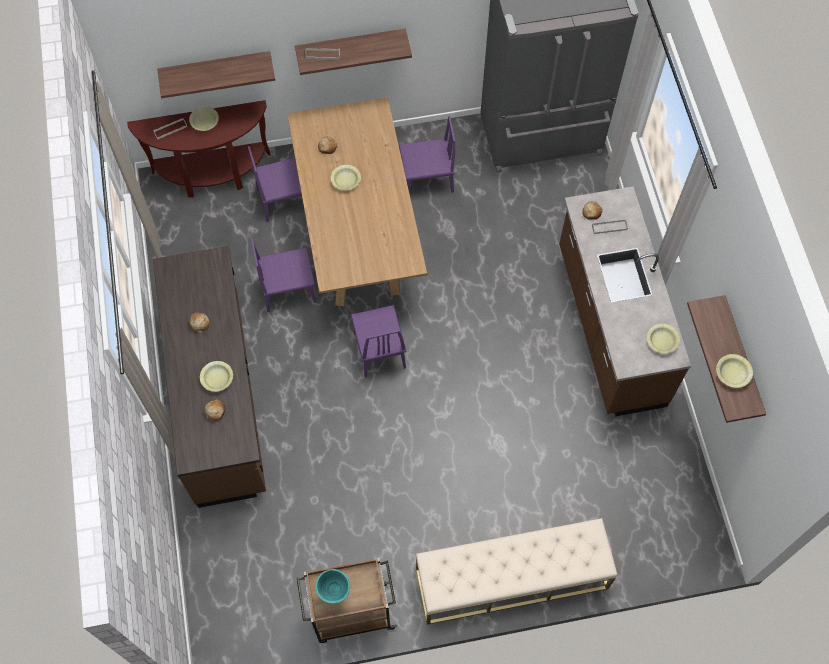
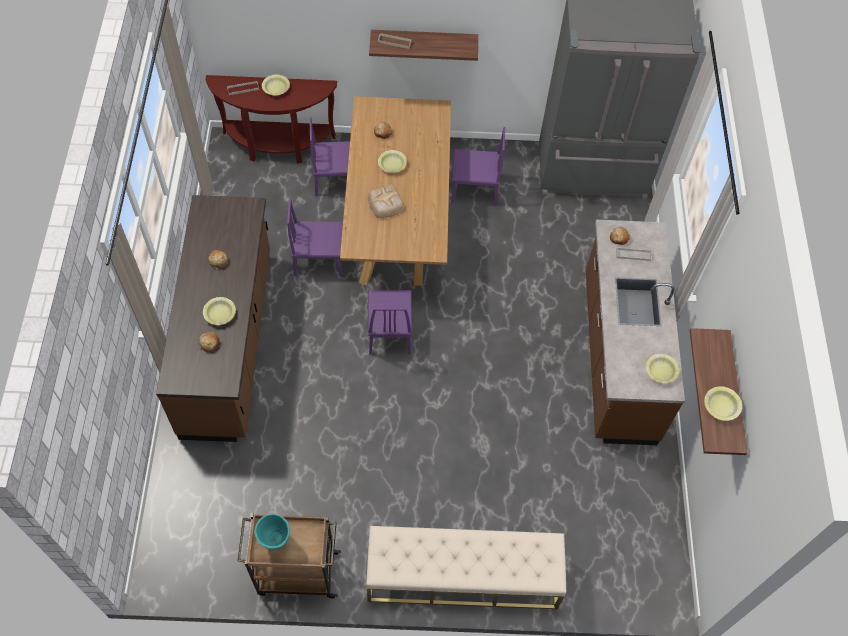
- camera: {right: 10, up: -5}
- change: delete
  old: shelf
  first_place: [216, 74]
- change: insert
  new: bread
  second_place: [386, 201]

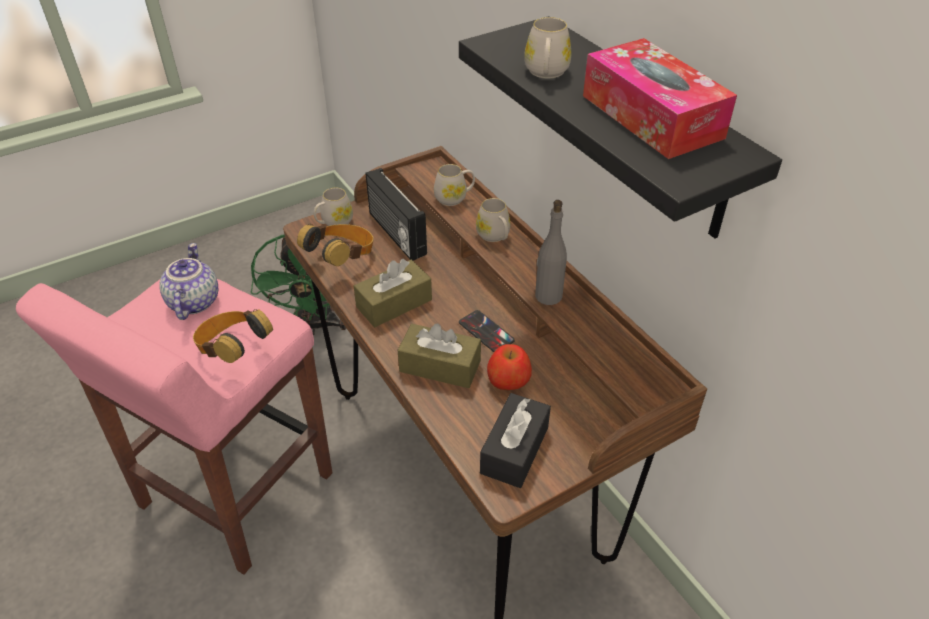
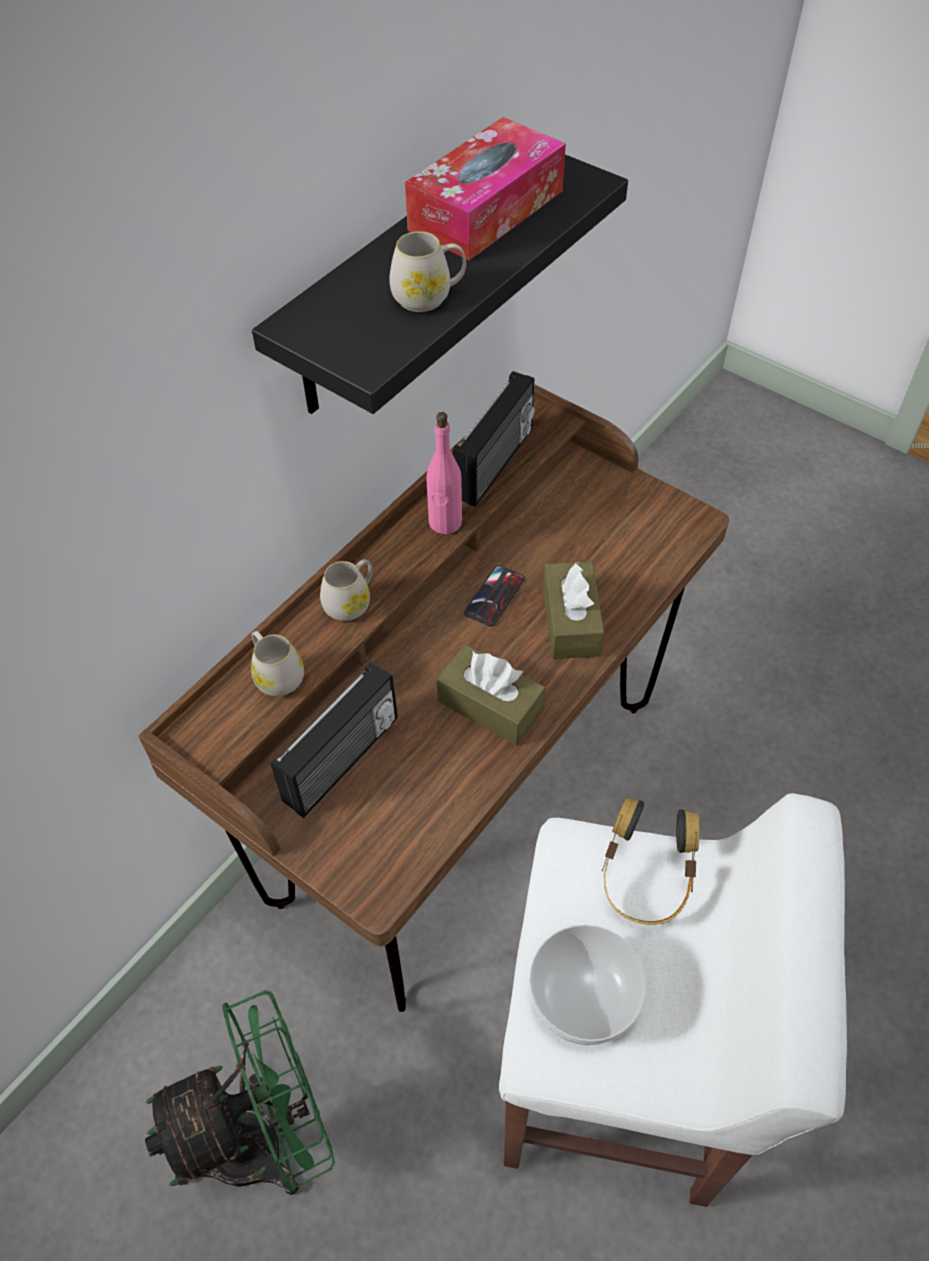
- camera: {right: -110, up: 10}
- change: delete
  old: white mug
  first_place: [333, 207]
- change: recolor
  old: grey bottle
  new: pink bottle
  first_place: [551, 252]
  second_place: [444, 473]
- change: delete
  old: headphones
  first_place: [335, 245]
- change: replace
  old: teapot
  new: bowl
  first_place: [188, 281]
  second_place: [588, 985]
- change: recolor
  old: pink stool
  new: white stool
  first_place: [174, 427]
  second_place: [673, 1000]
- change: delete
  old: apple
  first_place: [509, 367]
- change: delete
  old: black tissue box
  first_place: [515, 440]
- change: insert
  new: radio
  second_place: [494, 439]

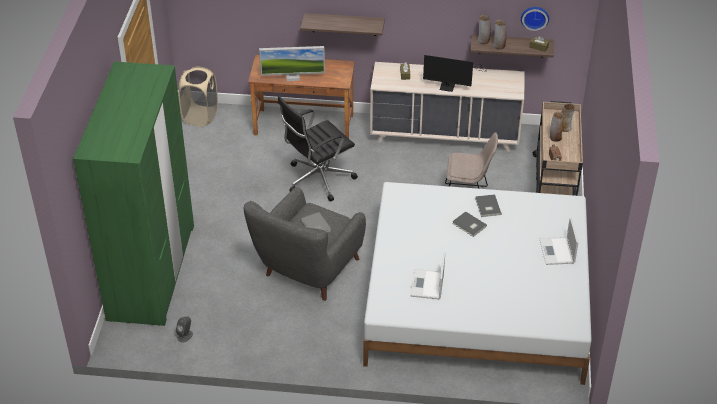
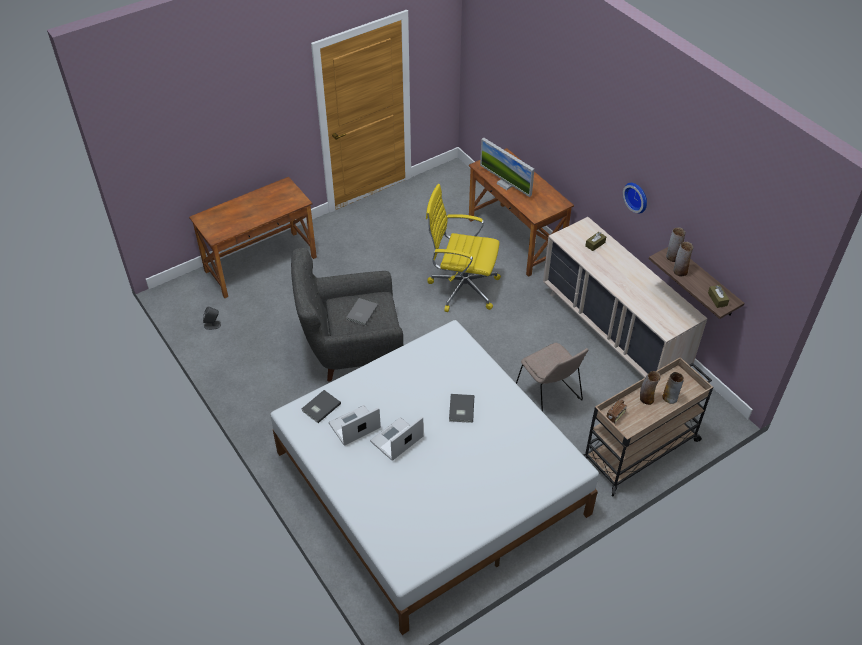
- camera: {right: 50, up: 5}
- change: move
  old: wall clock
  first_place: [535, 19]
  second_place: [635, 198]
- change: delete
  old: shelf
  first_place: [342, 24]
- change: delete
  old: monitor
  first_place: [455, 73]
- change: replace
  old: green wardrobe
  new: brown desk
  first_place: [133, 194]
  second_place: [253, 237]
- change: delete
  old: beige laundry basket
  first_place: [198, 96]
- change: recolor
  old: black office chair
  new: yellow office chair
  first_place: [318, 148]
  second_place: [463, 248]
- change: move
  old: grey book
  first_place: [488, 205]
  second_place: [321, 406]
- change: move
  old: laptop
  first_place: [559, 241]
  second_place: [396, 438]

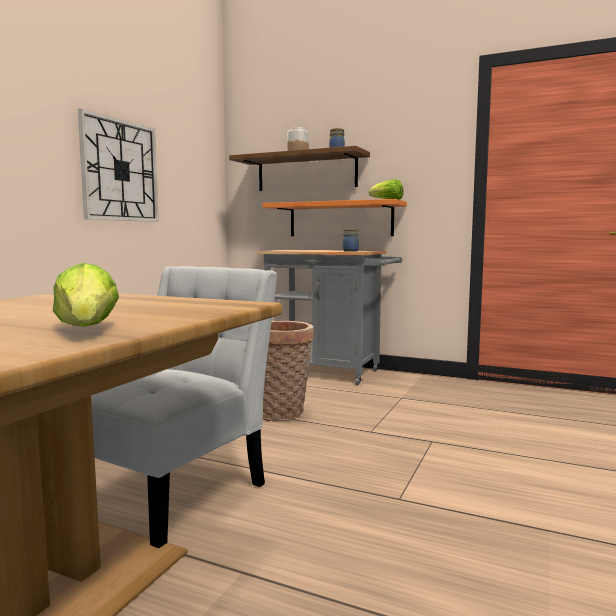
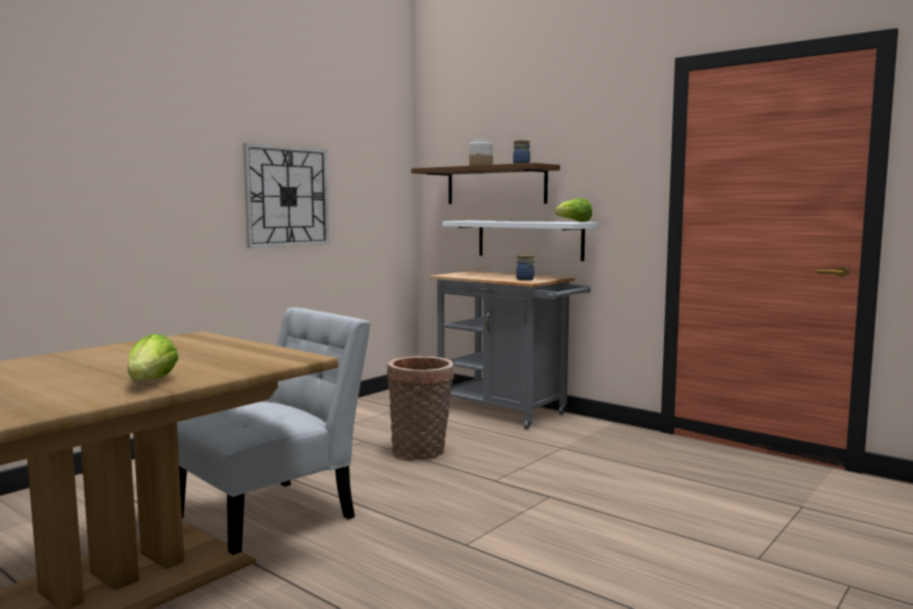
- camera: {right: 15, up: 0}
- change: recolor
  old: orange shelf
  new: white shelf
  first_place: [334, 217]
  second_place: [520, 241]

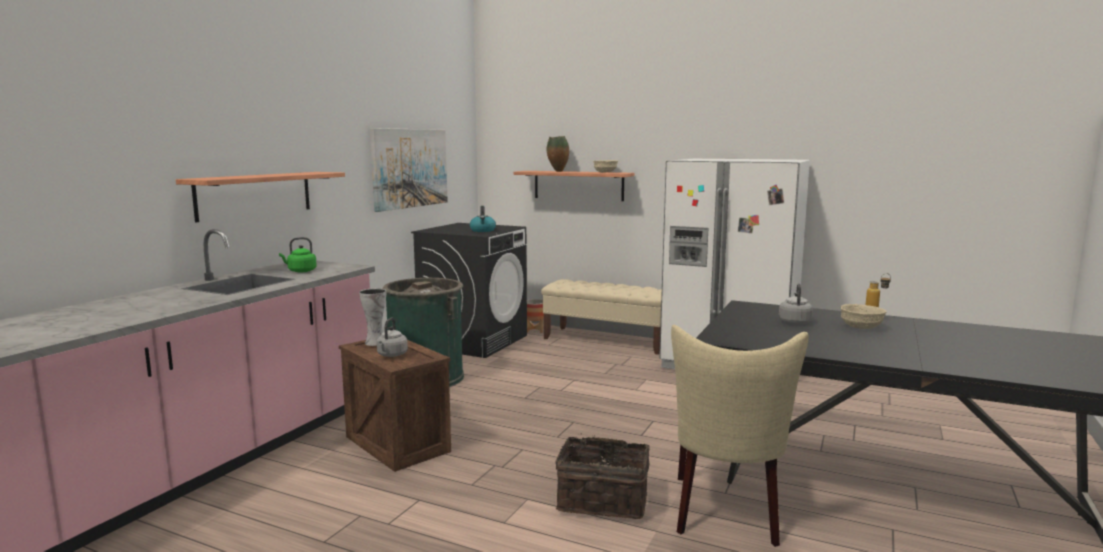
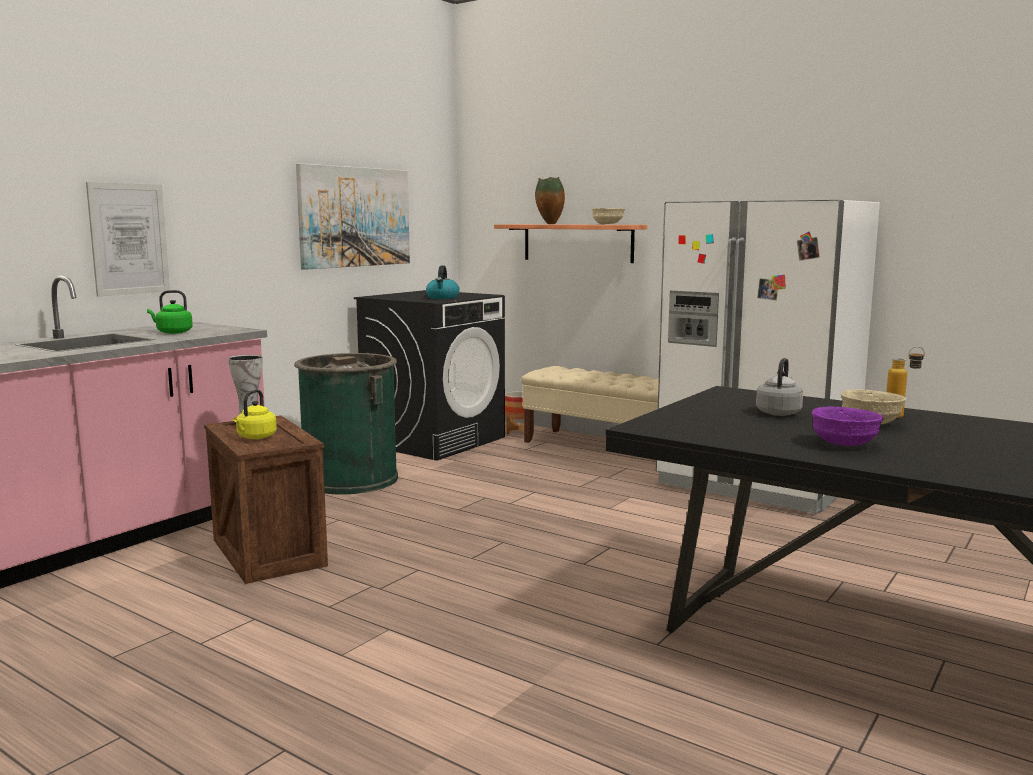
- camera: {right: 10, up: 0}
- change: replace
  old: shelf
  new: picture
  first_place: [260, 197]
  second_place: [128, 239]
- change: recolor
  old: grey kettle
  new: yellow kettle
  first_place: [392, 337]
  second_place: [255, 414]
- change: delete
  old: beige chair
  first_place: [740, 436]
- change: delete
  old: basket
  first_place: [602, 476]
- change: insert
  new: purple bowl
  second_place: [848, 426]

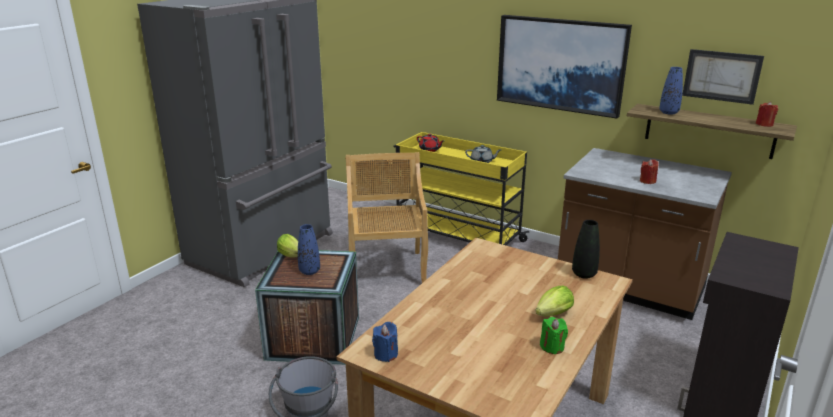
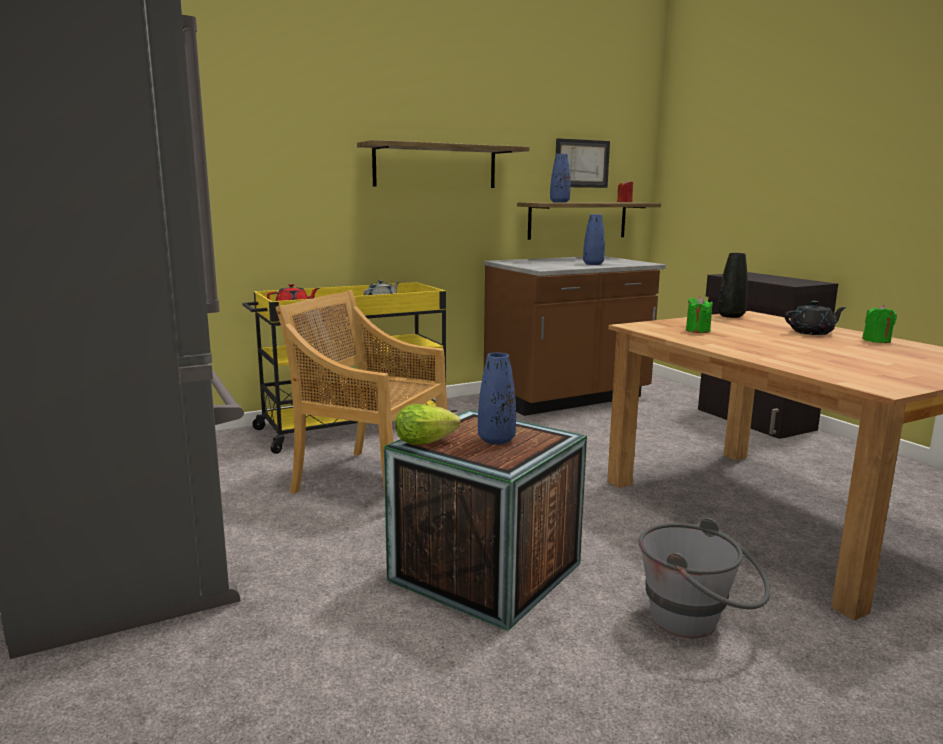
- camera: {right: -60, up: -10}
- change: replace
  old: picture
  new: shelf
  first_place: [564, 67]
  second_place: [443, 164]
- change: replace
  old: red candle
  new: blue vase
  first_place: [649, 171]
  second_place: [594, 239]
- change: replace
  old: lettuce
  new: black teapot
  first_place: [554, 301]
  second_place: [816, 318]
- change: delete
  old: blue candle
  first_place: [385, 342]
- change: insert
  new: green candle
  second_place: [699, 314]

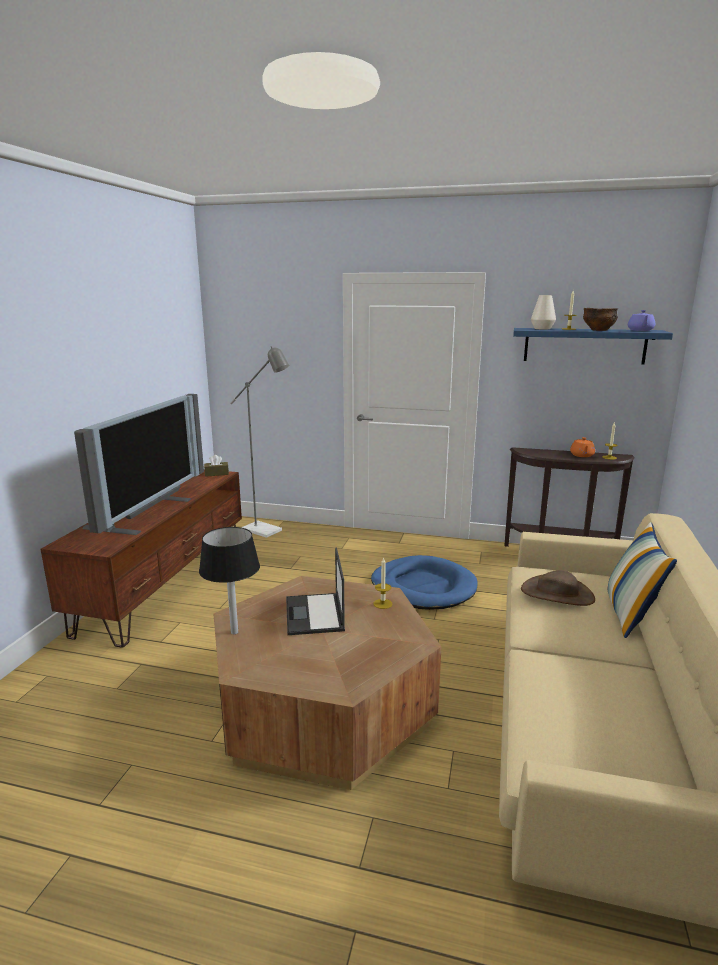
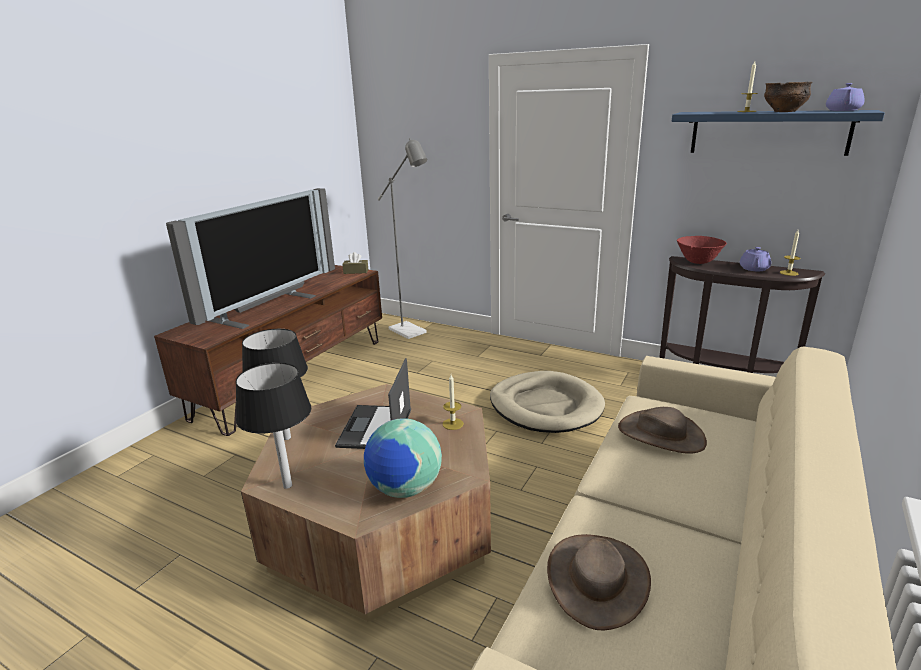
- camera: {right: 15, up: 5}
- change: delete
  old: white vase
  first_place: [543, 312]
- change: recolor
  old: orange teapot
  new: purple teapot
  first_place: [582, 447]
  second_place: [755, 259]
- change: delete
  old: pillow
  first_place: [642, 580]
- change: recolor
  old: blue dog bed
  new: beige dog bed
  first_place: [424, 582]
  second_place: [547, 402]
- change: insert
  new: red bowl
  second_place: [702, 250]
- change: insert
  new: black table lamp
  second_place: [274, 426]
- change: insert
  new: globe
  second_place: [403, 458]
- change: insert
  new: brown hat
  second_place: [599, 582]

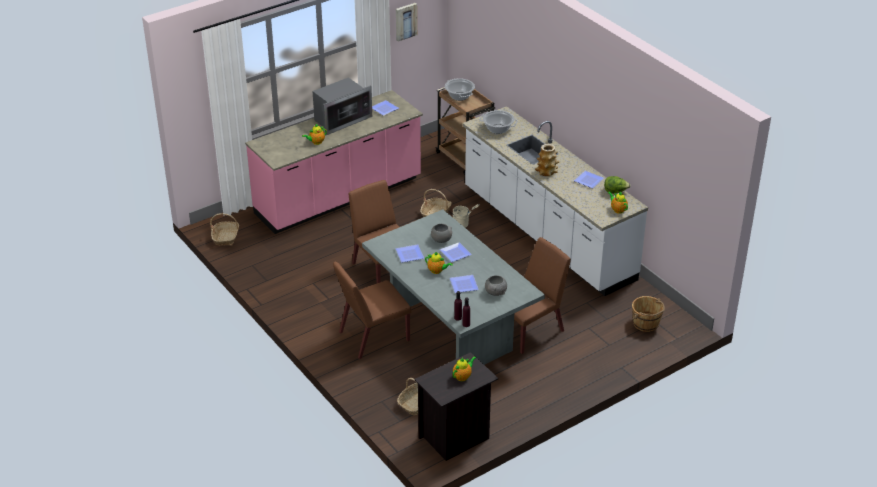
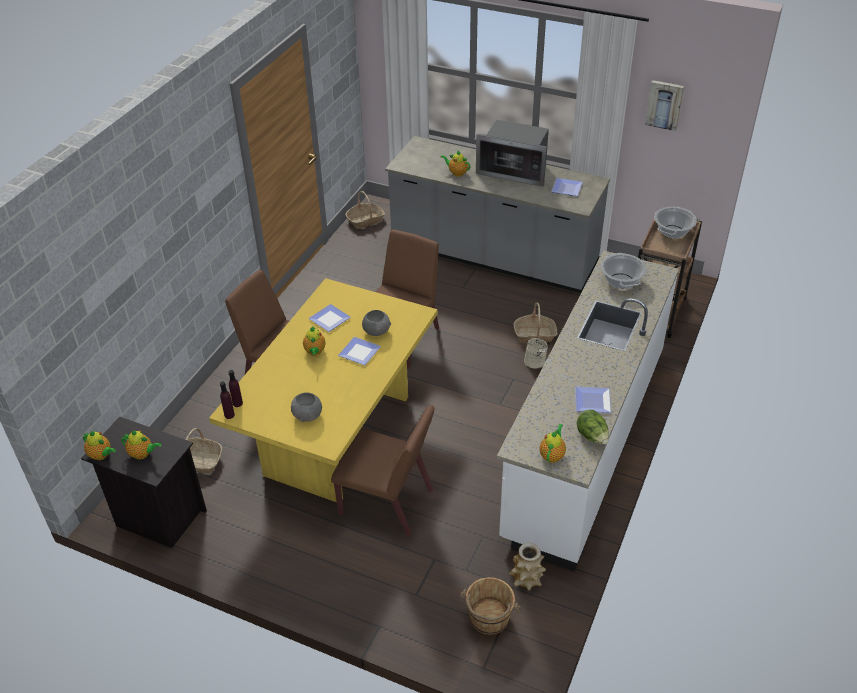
- camera: {right: 60, up: 5}
- change: recolor
  old: pink counter
  new: grey counter
  first_place: [334, 162]
  second_place: [497, 214]
- change: move
  old: vase
  first_place: [547, 160]
  second_place: [527, 567]
- change: recolor
  old: grey dining table
  new: yellow dining table
  first_place: [453, 287]
  second_place: [323, 390]
- change: delete
  old: plate
  first_place: [464, 284]
- change: insert
  new: teapot
  second_place: [99, 445]

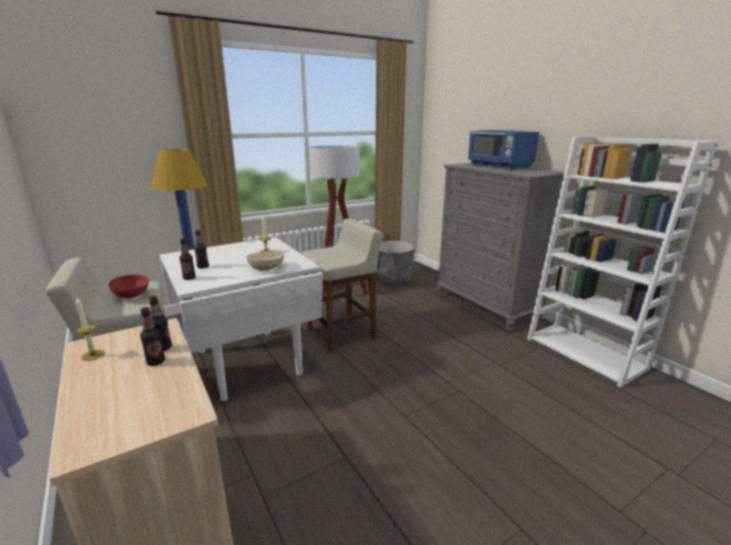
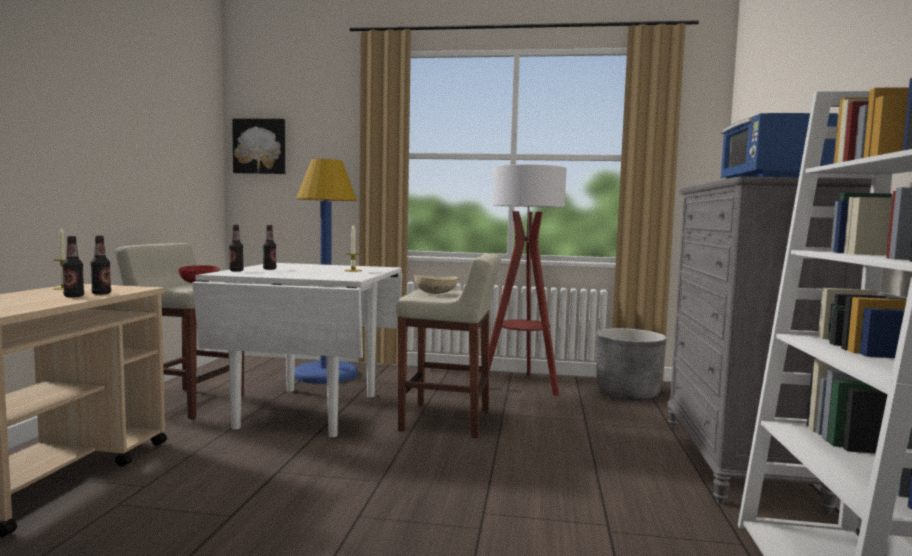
- camera: {right: 40, up: -15}
- change: move
  old: beige bowl
  first_place: [265, 260]
  second_place: [436, 284]
- change: insert
  new: picture
  second_place: [258, 146]

